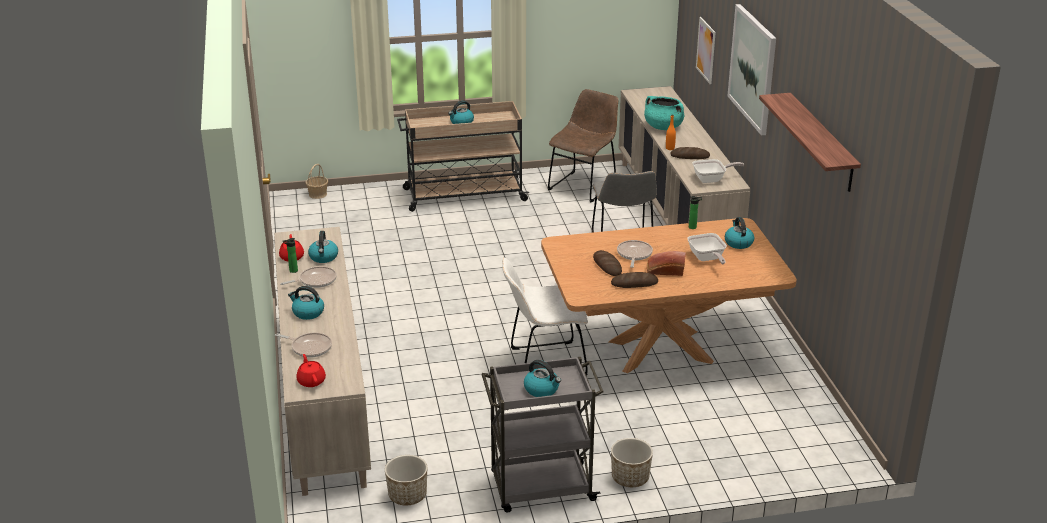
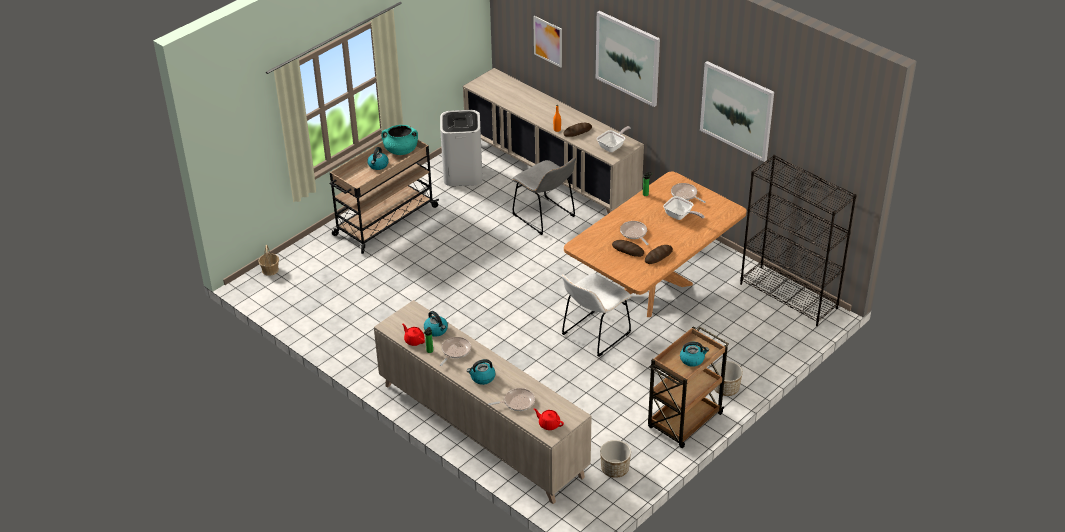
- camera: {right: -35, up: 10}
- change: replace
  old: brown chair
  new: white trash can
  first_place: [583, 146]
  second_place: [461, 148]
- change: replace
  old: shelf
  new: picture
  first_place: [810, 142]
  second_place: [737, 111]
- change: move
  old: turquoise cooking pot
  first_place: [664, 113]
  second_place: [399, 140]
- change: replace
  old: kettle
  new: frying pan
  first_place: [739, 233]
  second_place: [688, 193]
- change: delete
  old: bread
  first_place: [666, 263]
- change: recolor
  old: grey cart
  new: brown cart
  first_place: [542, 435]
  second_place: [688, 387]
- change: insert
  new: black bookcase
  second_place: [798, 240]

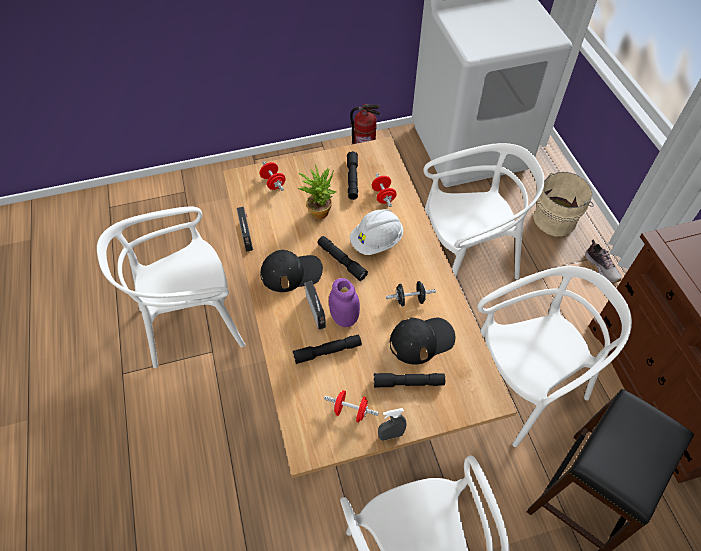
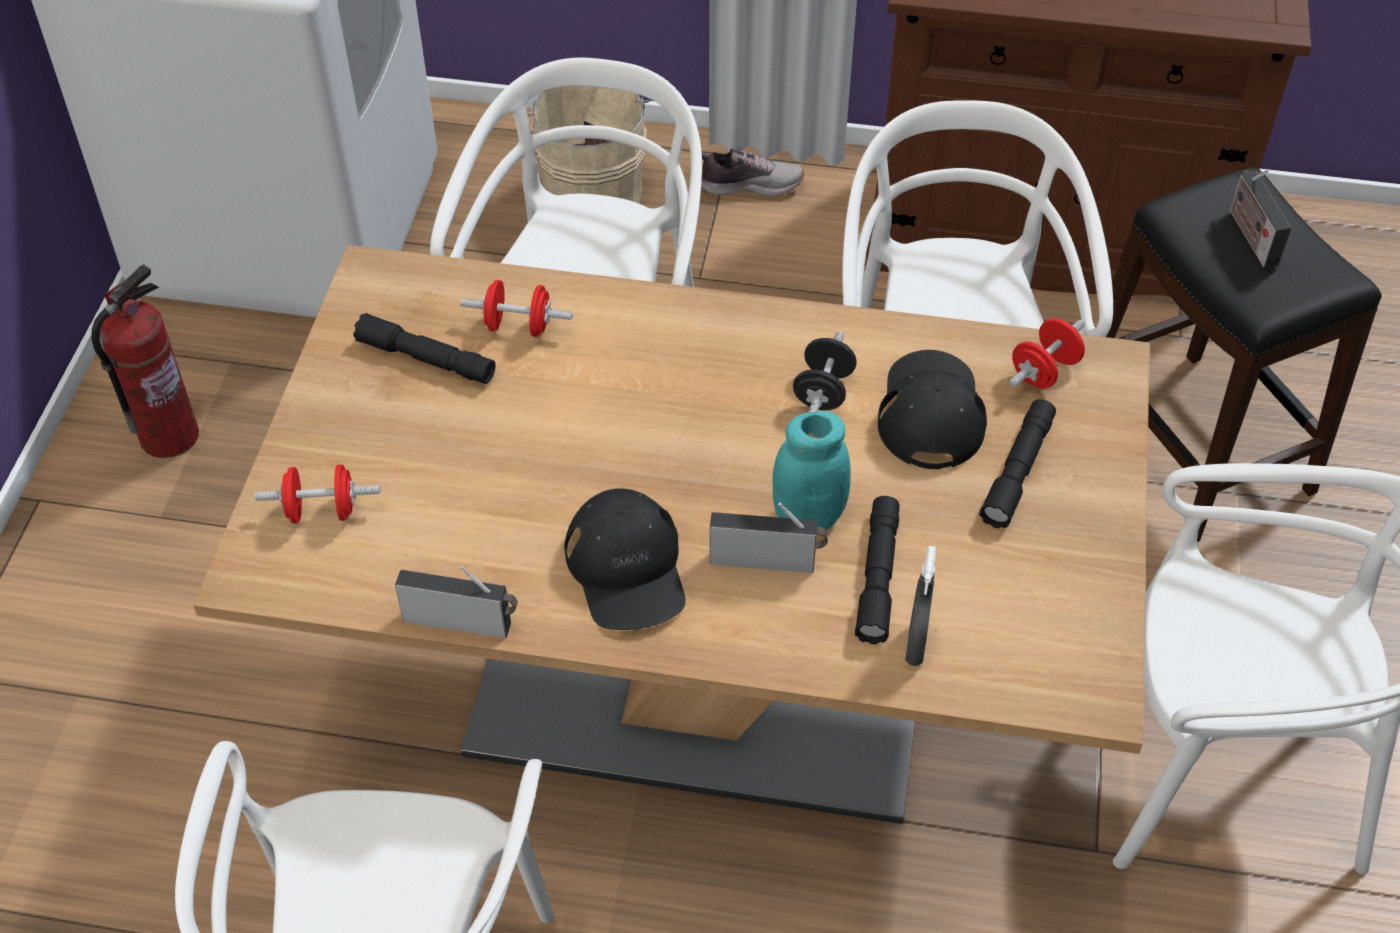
- camera: {right: -65, up: -5}
- change: delete
  old: potted plant
  first_place: [317, 191]
- change: delete
  old: white hard hat
  first_place: [376, 232]
- change: delete
  old: black flashlight
  first_place: [342, 258]
- change: rotate
  old: black cap
  first_place: [291, 271]
  second_place: [625, 559]
  degrees: 150
- change: recolor
  old: purple jar
  new: turquoise jar
  first_place: [344, 302]
  second_place: [812, 470]
- change: move
  old: red dumbbell
  first_place: [351, 406]
  second_place: [1047, 353]
- change: move
  old: grey spray bottle
  first_place: [392, 424]
  second_place: [920, 606]
- change: insert
  new: radio
  second_place: [1260, 218]

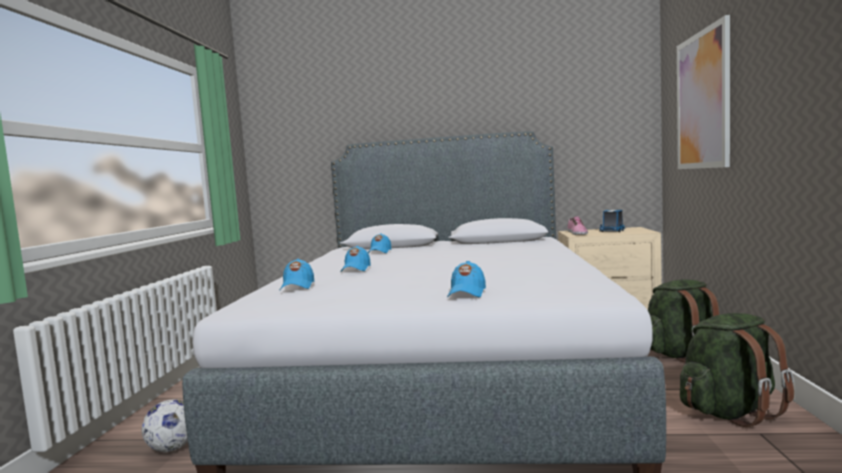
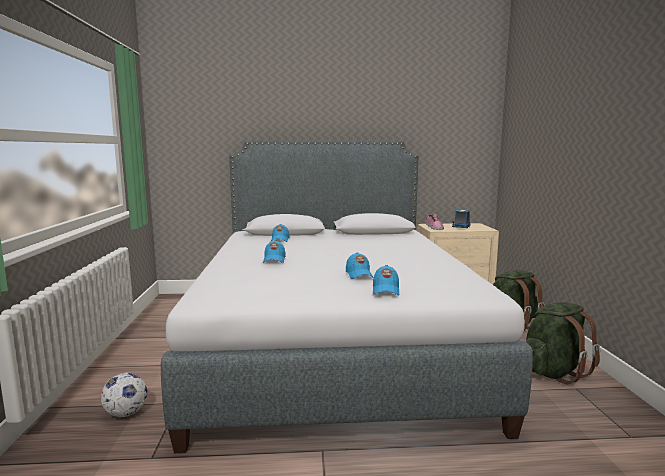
- camera: {right: -10, up: 5}
- change: delete
  old: picture
  first_place: [703, 92]
- change: move
  old: blue cap
  first_place: [296, 275]
  second_place: [360, 265]

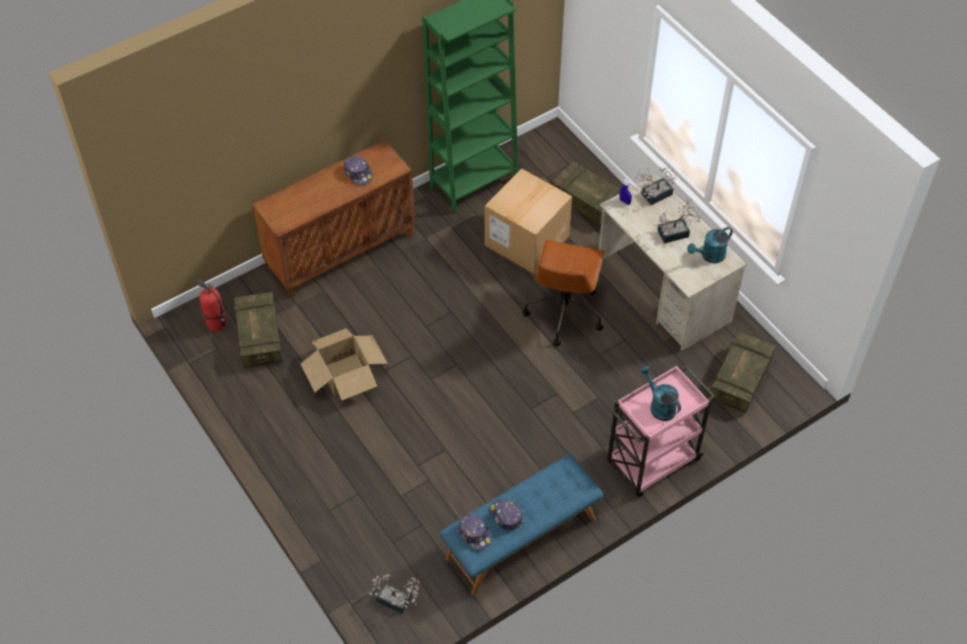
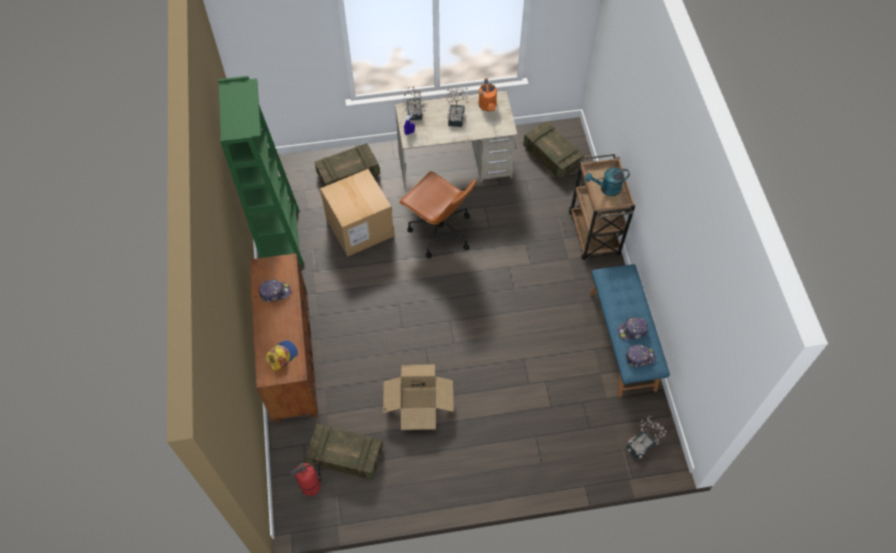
- camera: {right: -65, up: 5}
- change: recolor
  old: turquoise watering can
  new: orange watering can
  first_place: [710, 245]
  second_place: [487, 95]
- change: recolor
  old: pink cart
  new: brown cart
  first_place: [661, 430]
  second_place: [602, 207]
- change: insert
  new: cap
  second_place: [282, 355]

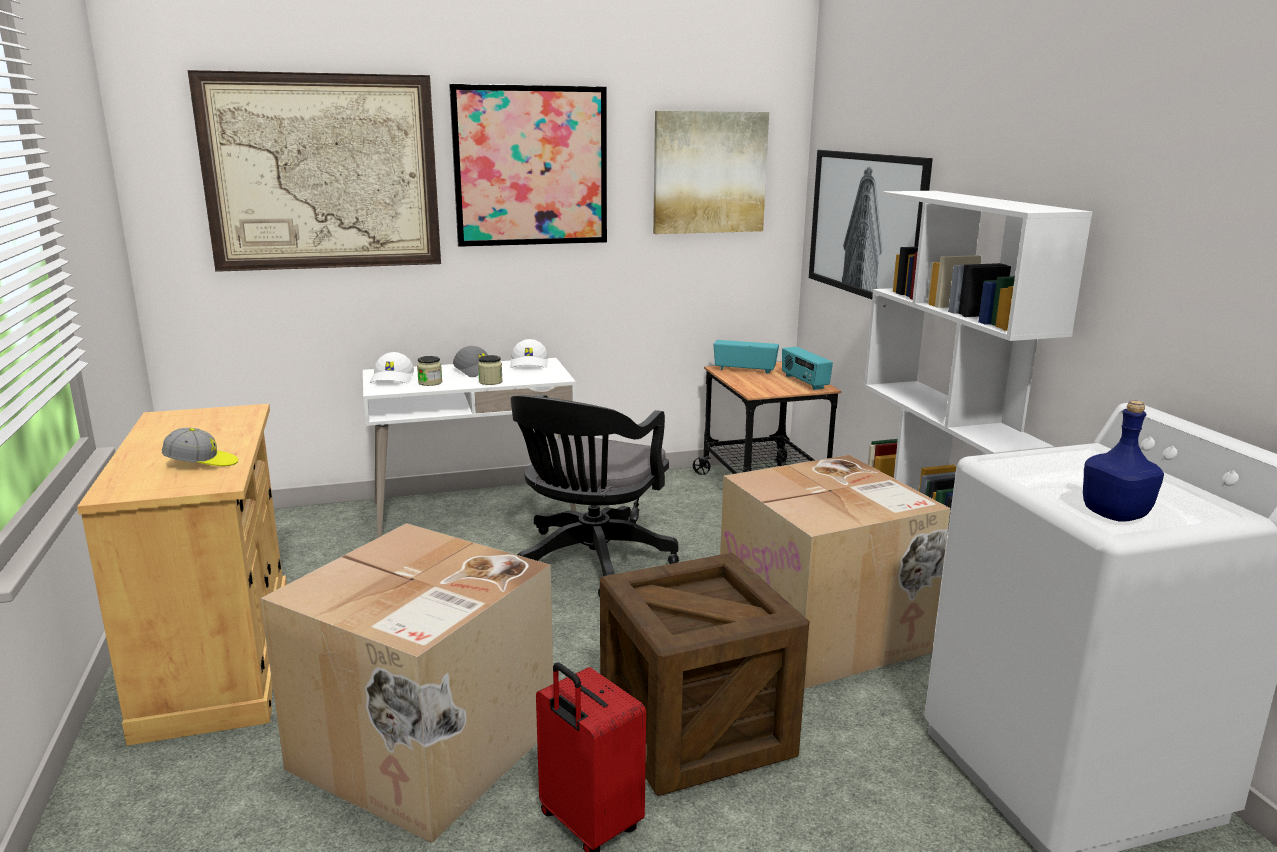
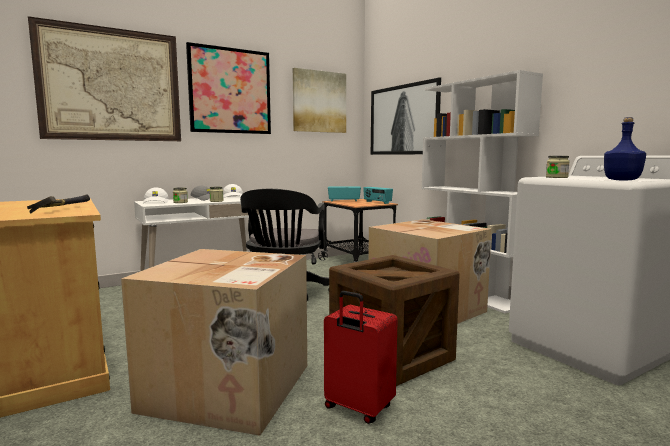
- camera: {right: -15, up: -10}
- change: replace
  old: cap
  new: hammer
  first_place: [200, 447]
  second_place: [58, 204]
- change: insert
  new: jar
  second_place: [558, 167]

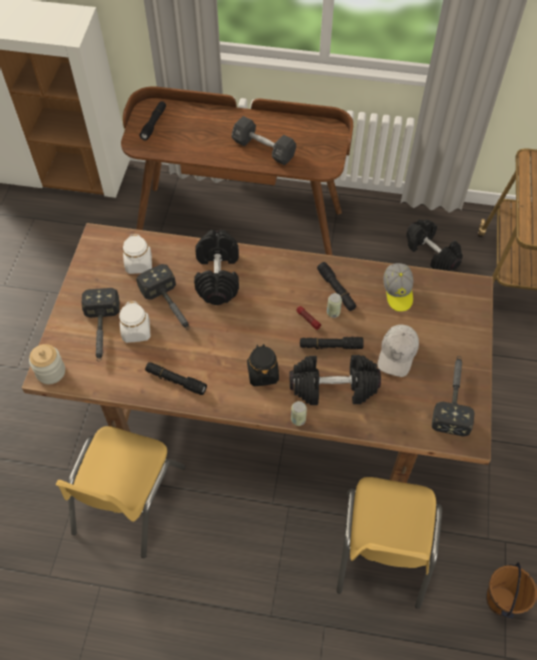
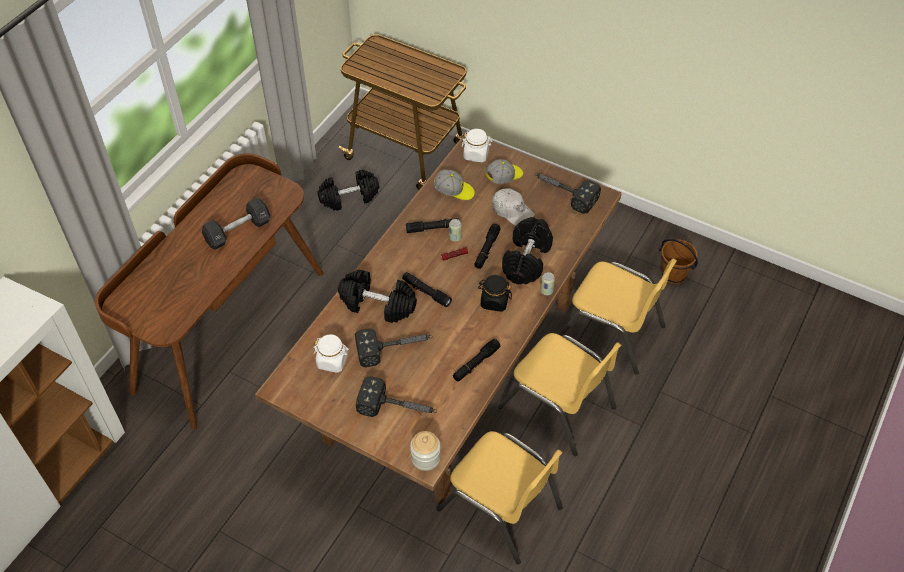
- camera: {right: -70, up: -5}
- change: move
  old: black flashlight
  first_place: [153, 121]
  second_place: [427, 289]
- change: move
  old: white jar
  first_place: [134, 322]
  second_place: [477, 145]
- change: insert
  new: cap
  second_place: [504, 171]
- change: insert
  new: yellow chair
  second_place: [559, 394]

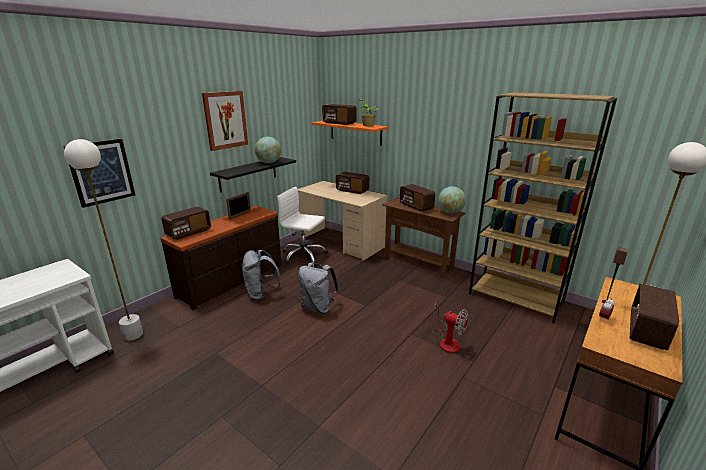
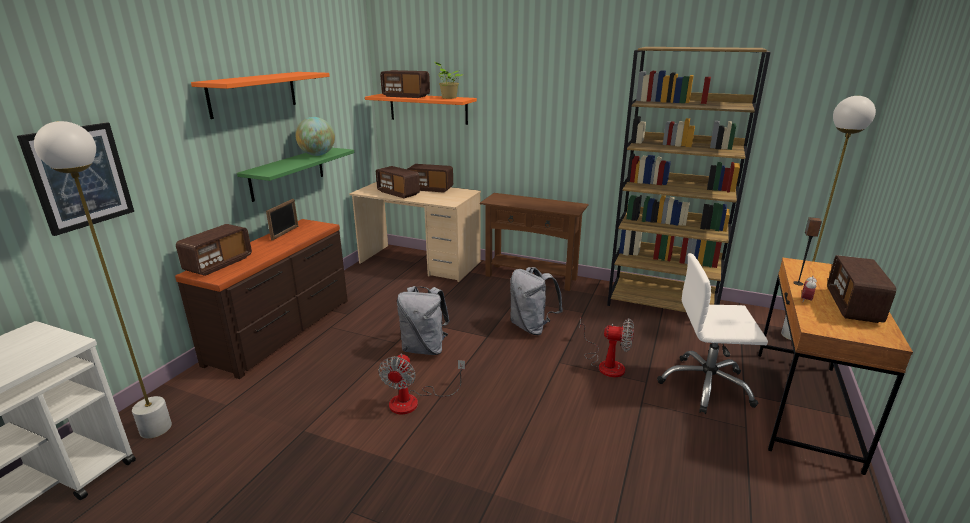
- camera: {right: -15, up: 0}
- change: replace
  old: picture
  new: orange shelf
  first_place: [225, 121]
  second_place: [260, 95]
- change: recolor
  old: black shelf
  new: green shelf
  first_place: [253, 175]
  second_place: [295, 175]
- change: move
  old: radio
  first_place: [417, 198]
  second_place: [398, 182]
- change: delete
  old: globe
  first_place: [452, 200]
- change: move
  old: white office chair
  first_place: [302, 225]
  second_place: [712, 333]
- change: move
  old: grey backpack
  first_place: [261, 275]
  second_place: [536, 301]
- change: insert
  new: fan
  second_place: [421, 383]

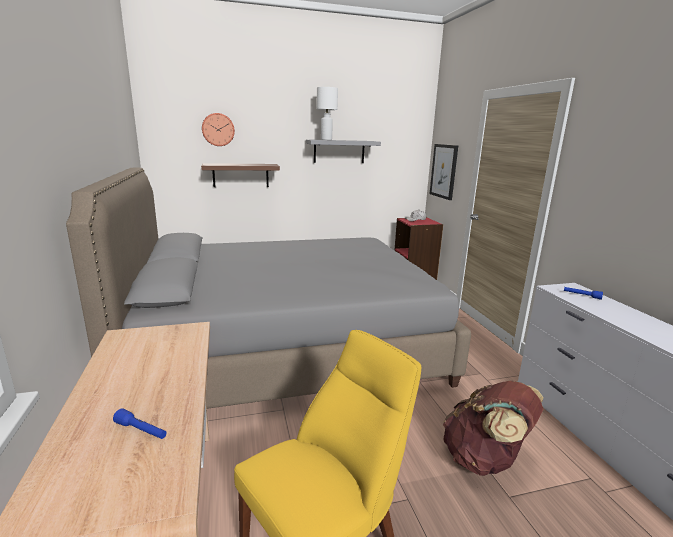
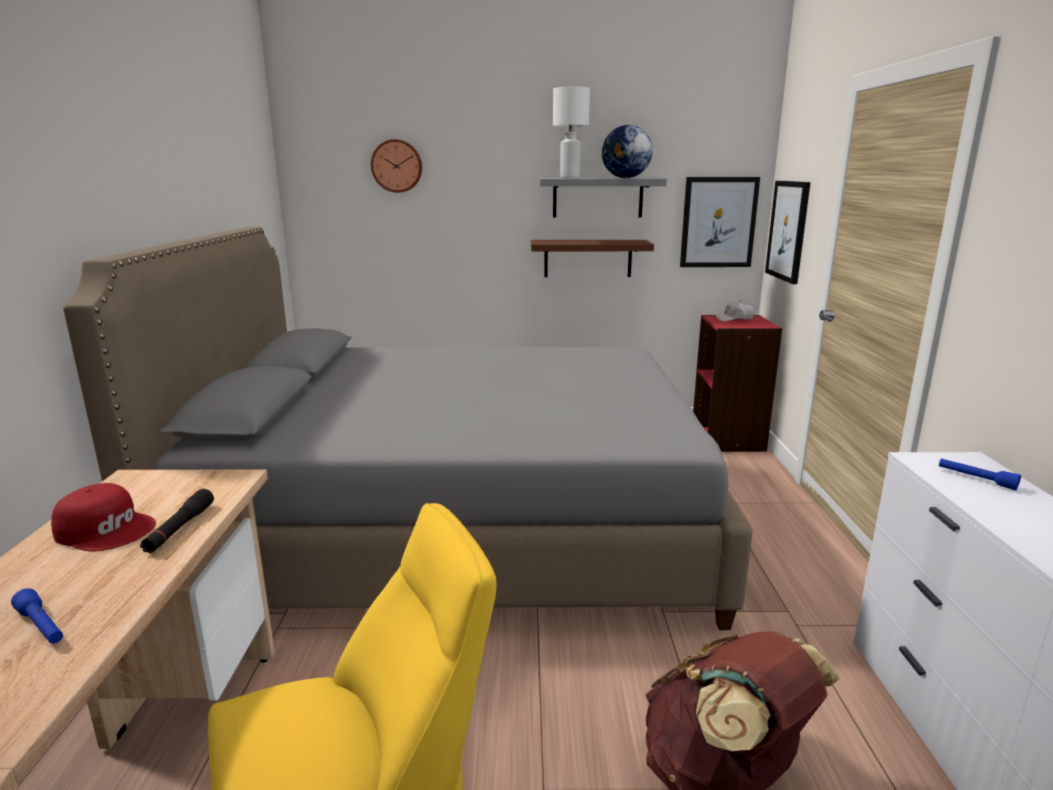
- camera: {right: 15, up: 0}
- change: move
  old: brown shelf
  first_place: [240, 175]
  second_place: [592, 258]
- change: insert
  new: globe
  second_place: [627, 151]
- change: insert
  new: picture
  second_place: [720, 222]
- change: insert
  new: red cap
  second_place: [103, 517]
- change: insert
  new: black flashlight
  second_place: [177, 521]

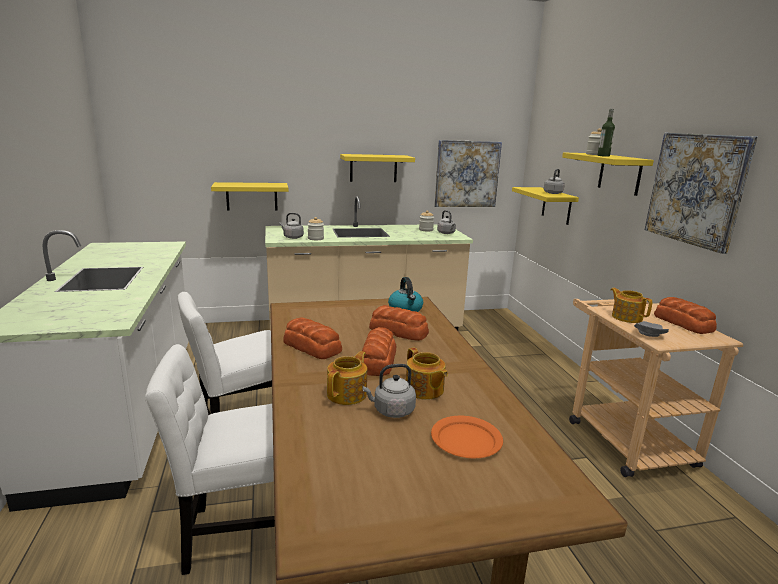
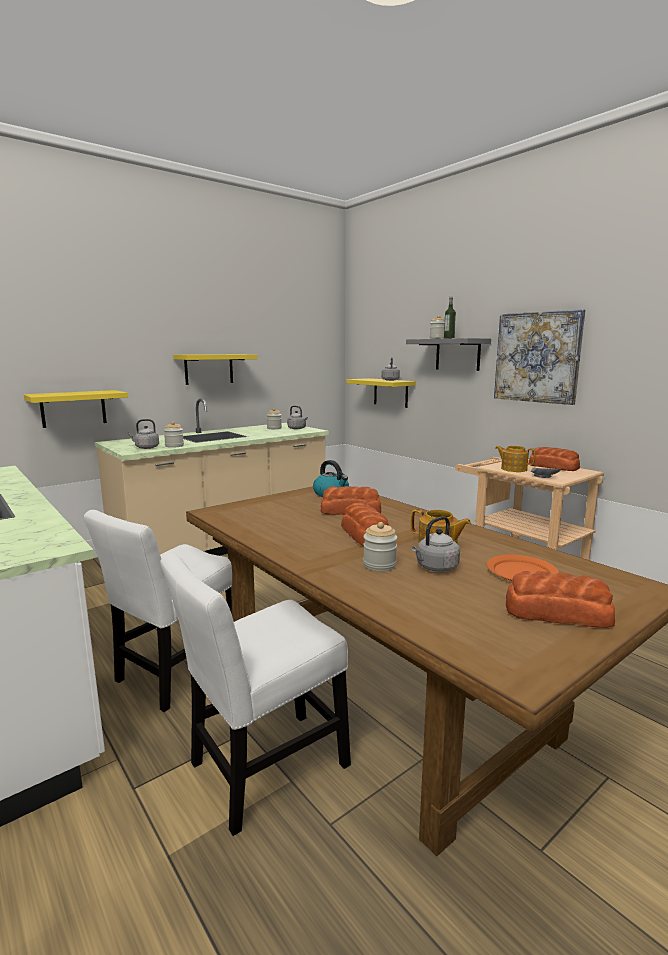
- camera: {right: -25, up: -5}
- change: delete
  old: picture
  first_place: [468, 173]
- change: recolor
  old: yellow shelf
  new: grey shelf
  first_place: [608, 174]
  second_place: [448, 354]
- change: move
  old: bread
  first_place: [312, 338]
  second_place: [560, 599]
- change: replace
  old: teapot
  new: jar
  first_place: [347, 378]
  second_place: [380, 546]

